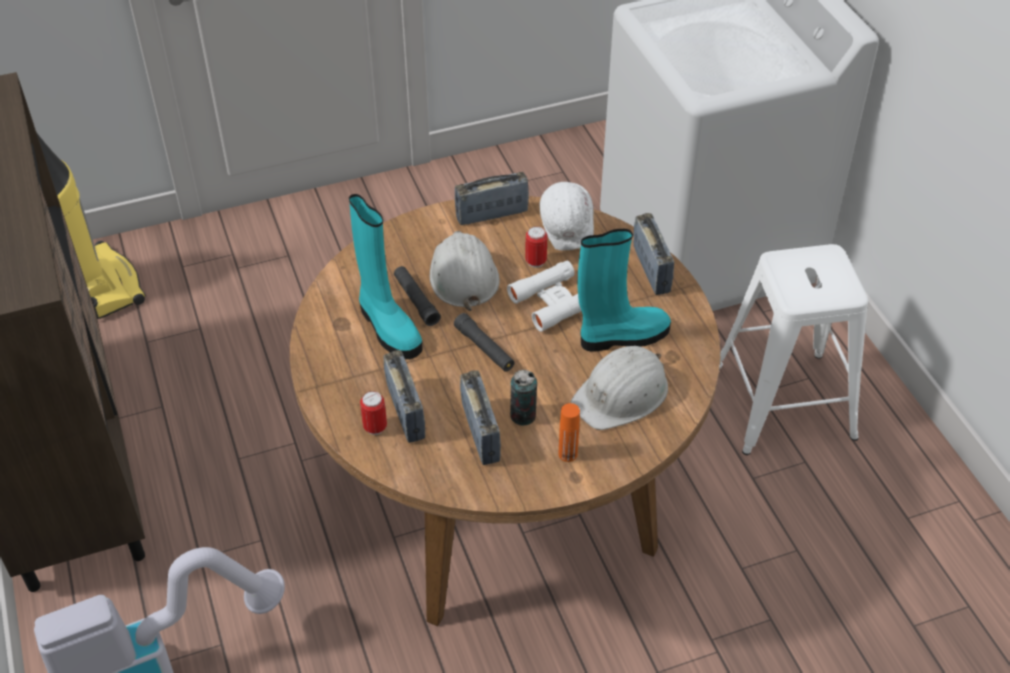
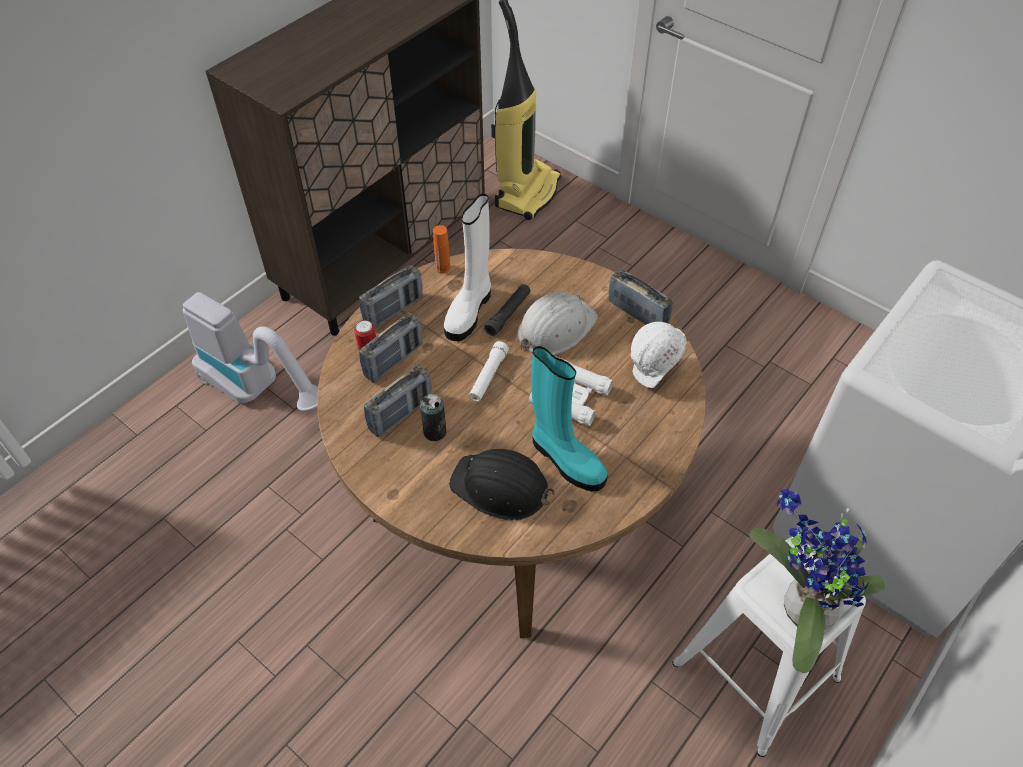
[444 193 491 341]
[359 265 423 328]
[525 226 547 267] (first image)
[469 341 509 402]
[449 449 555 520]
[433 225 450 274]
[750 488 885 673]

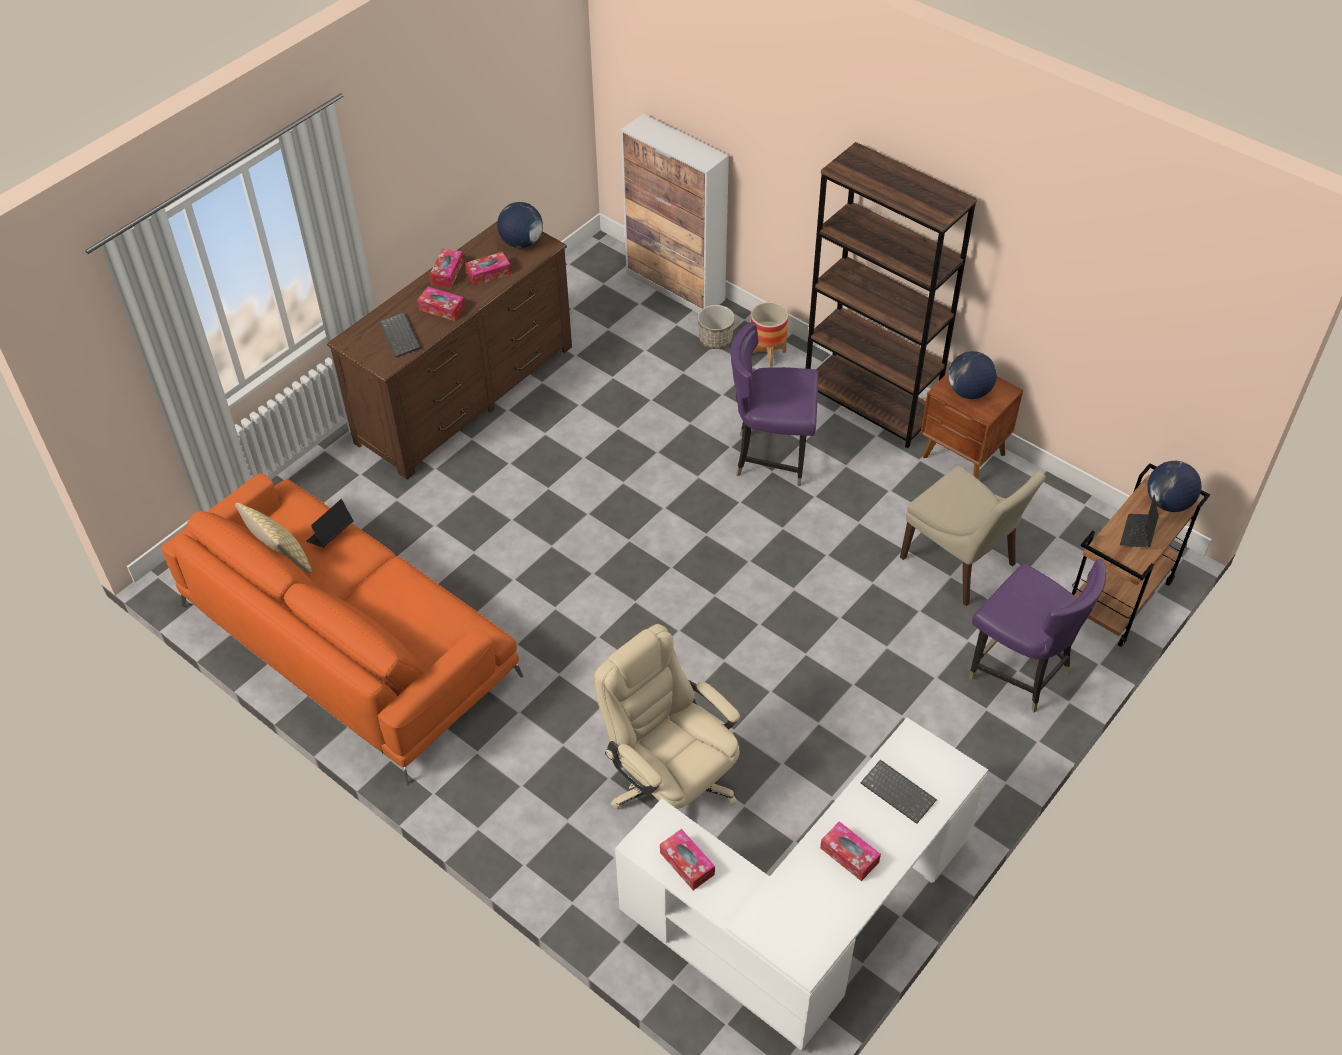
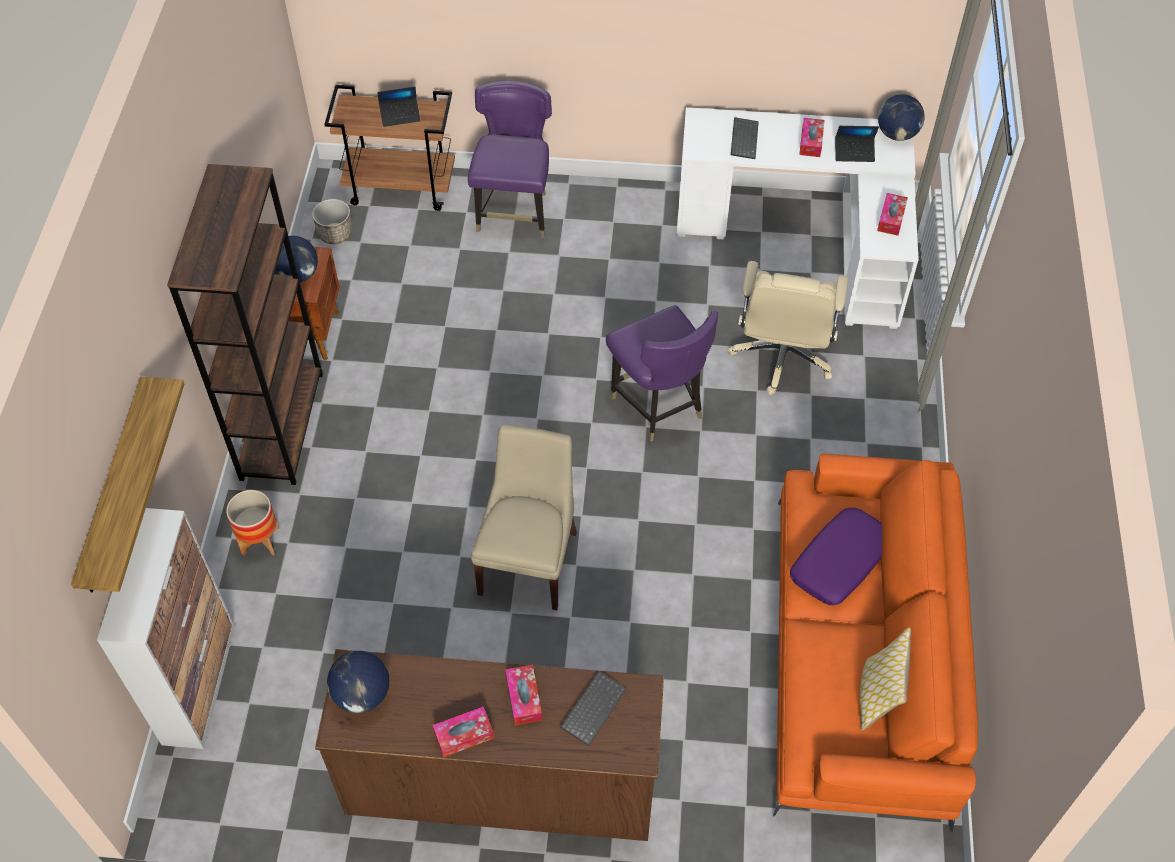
[465 252 511 286] (first image)
[312 199 352 244]
[606 305 718 441]
[878 94 925 141]
[471 424 577 610]
[835 126 879 162]
[71 377 184 592]
[790 508 882 605]

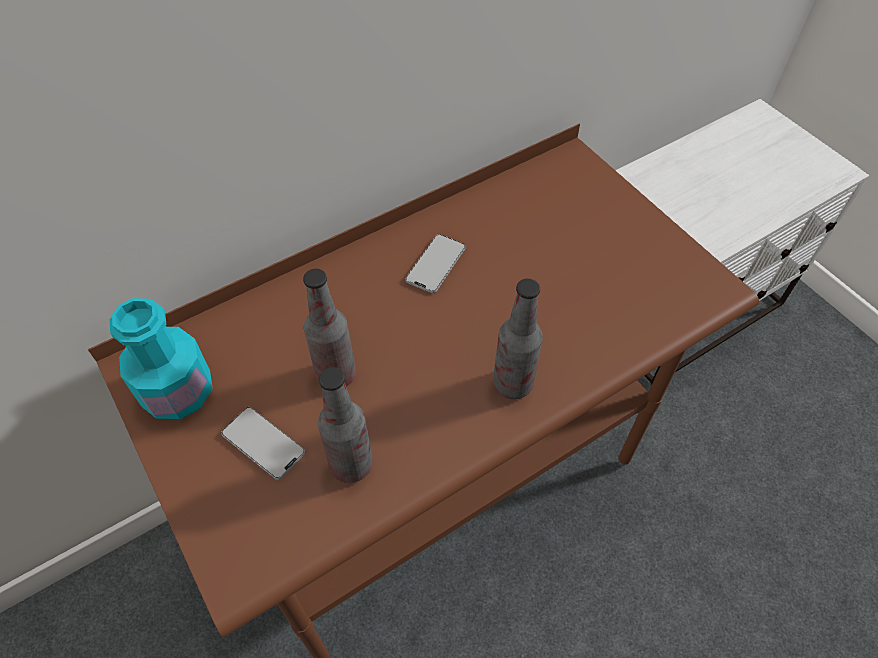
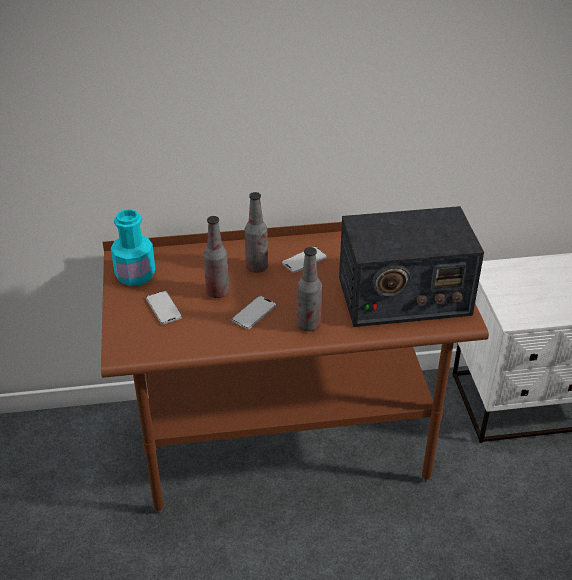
[245 192 268 273]
[339 206 484 327]
[232 296 276 329]

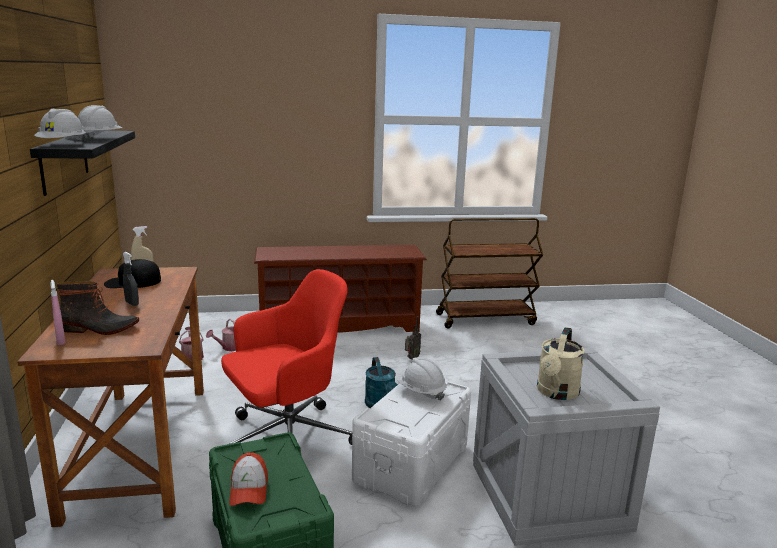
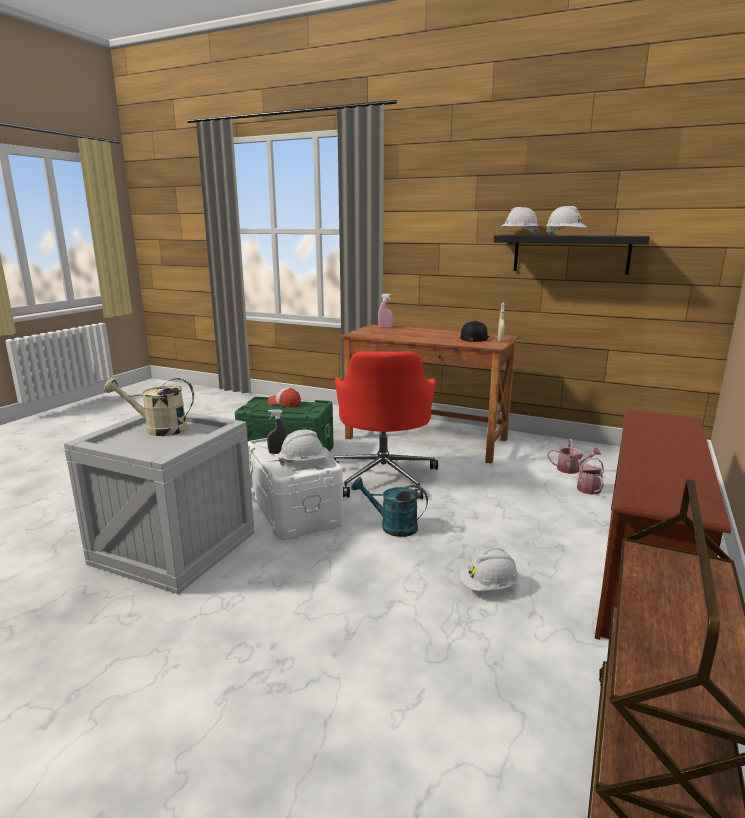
[267 409 288 454]
[57 281 139 335] (first image)
[460 547 519 591]
[104 377 194 436]

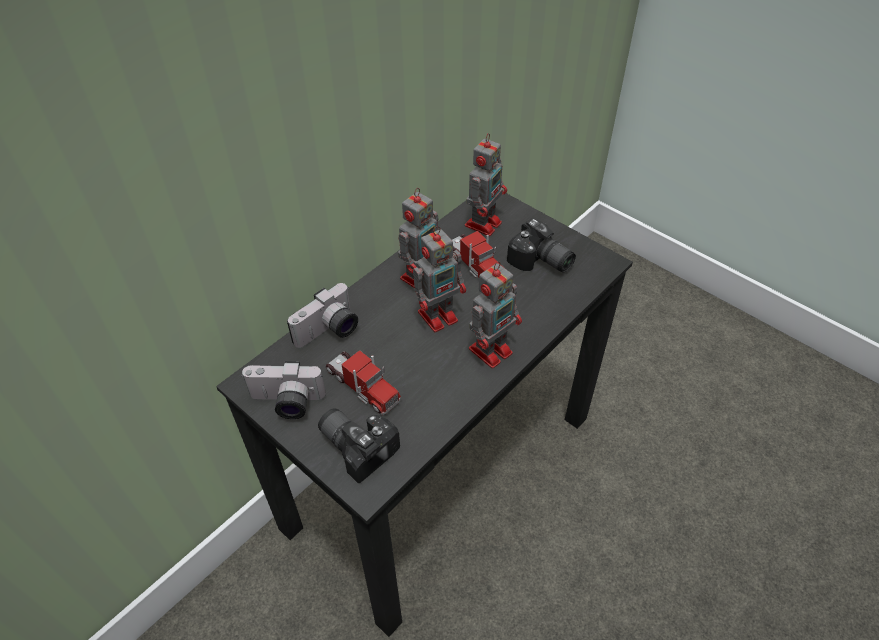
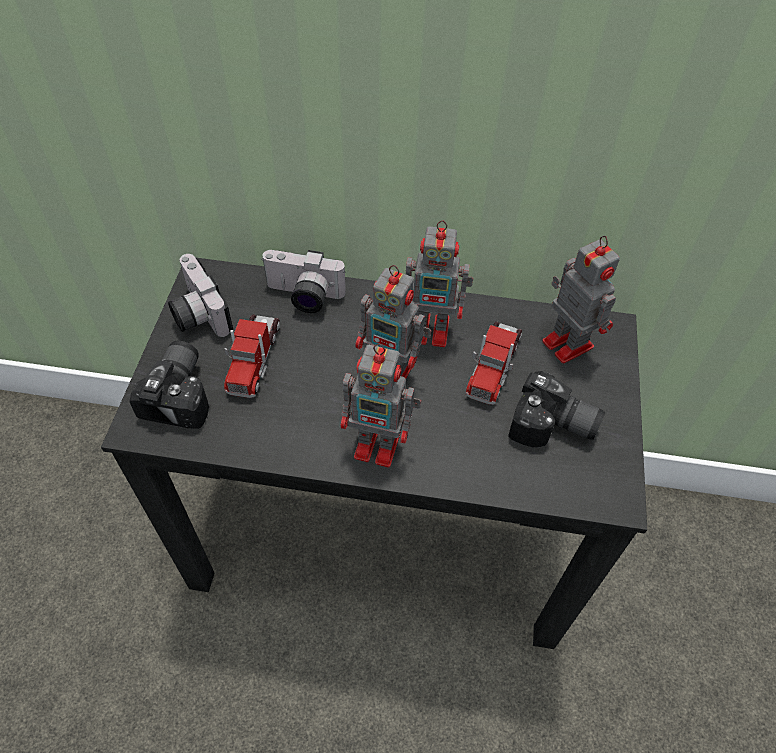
[542 236 620 364]
[508 371 606 448]

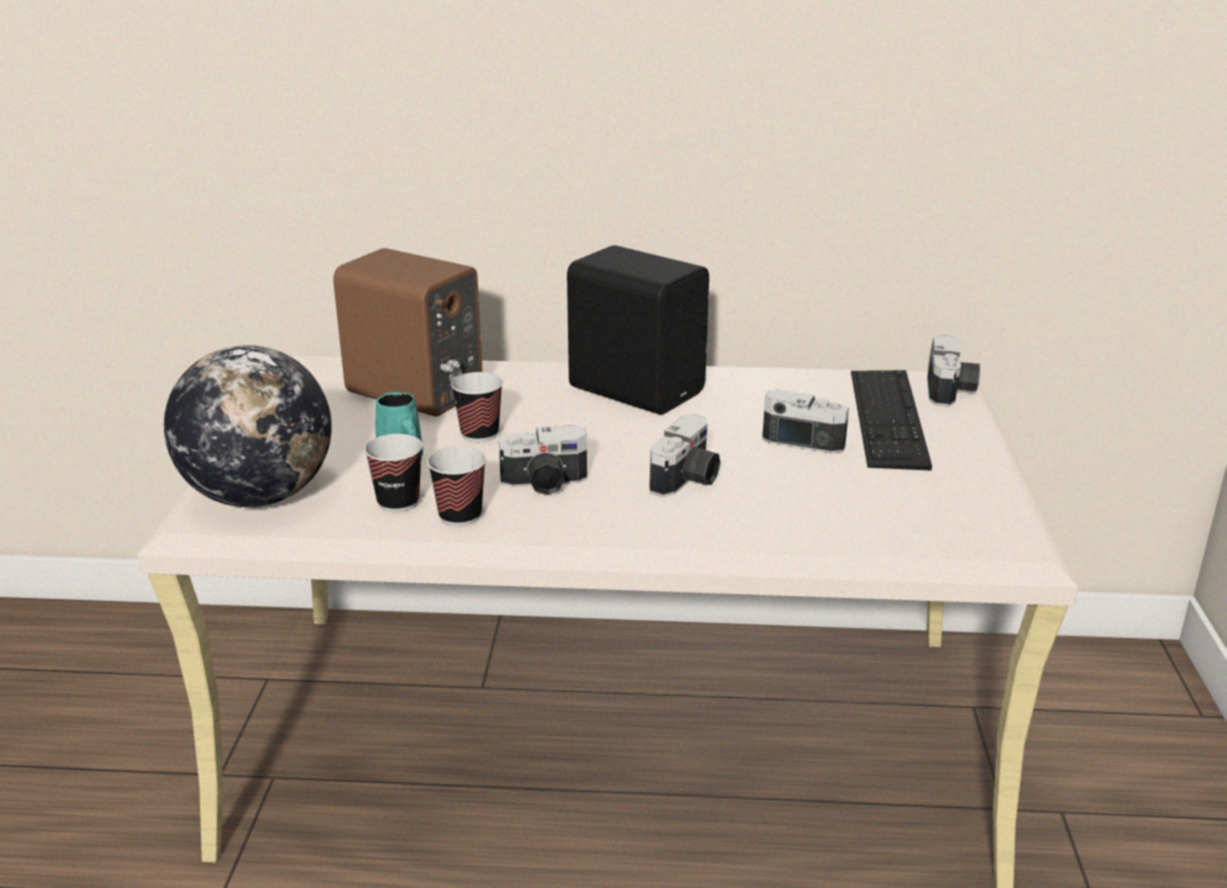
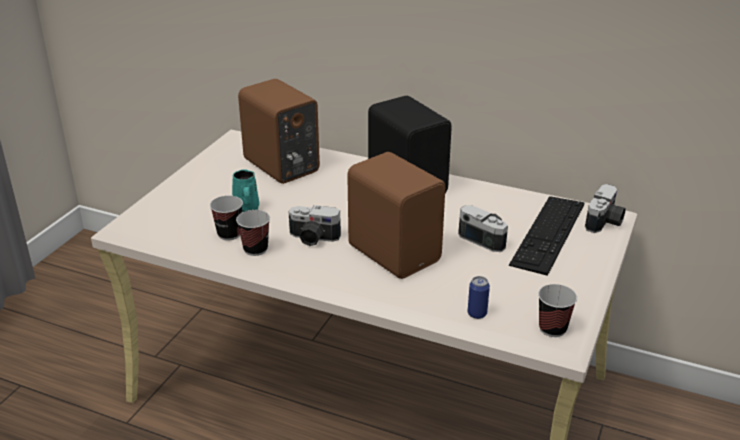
[164 345 332 507] (first image)
[538 284 577 337]
[347 152 445 279]
[468 276 490 319]

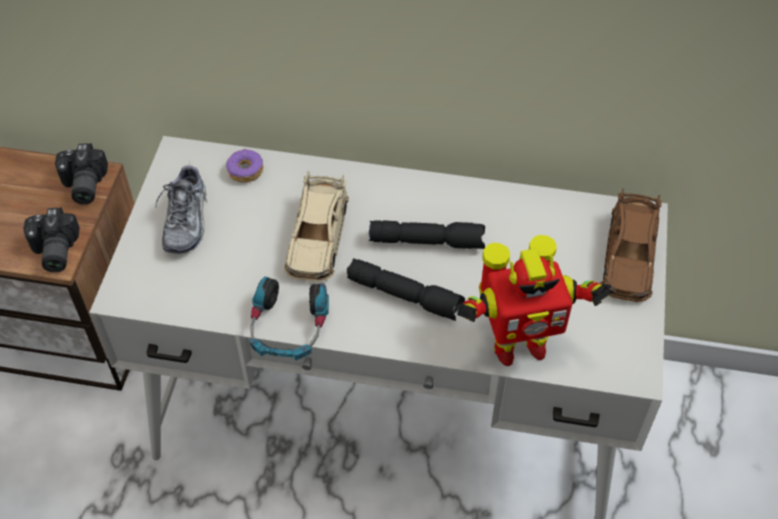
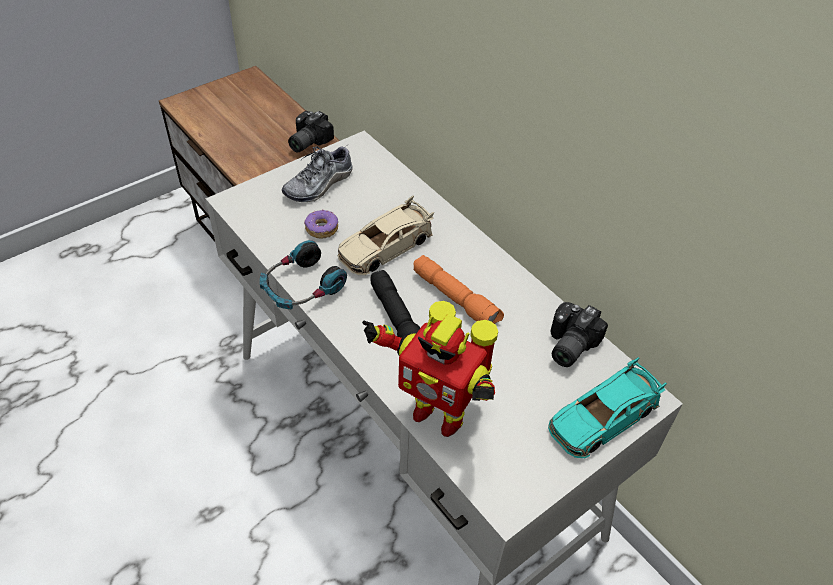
[304 209 338 238]
[548 357 667 458]
[551 302 608 367]
[413 255 504 324]

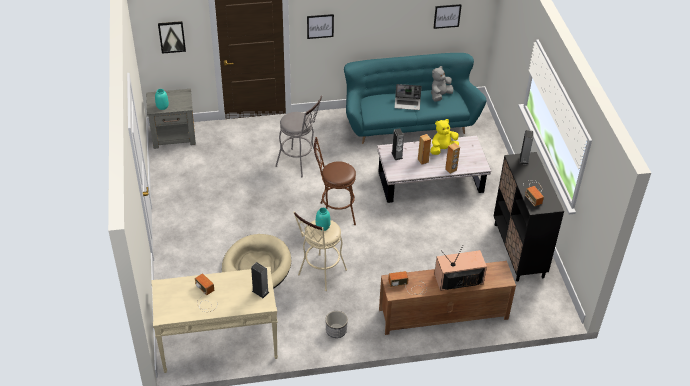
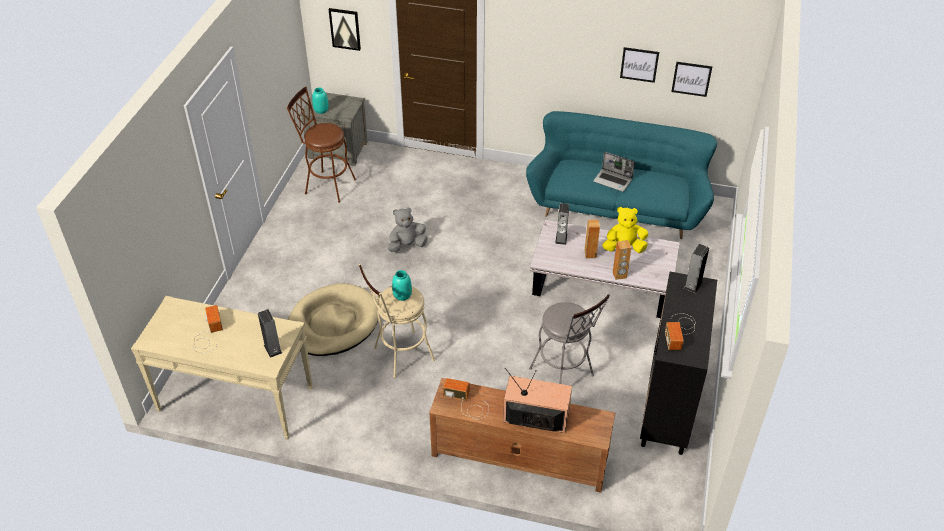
[620 47 659 83]
[387 207 427 252]
[529 294 610 384]
[287 87 356 203]
[326 311 348 338] (first image)

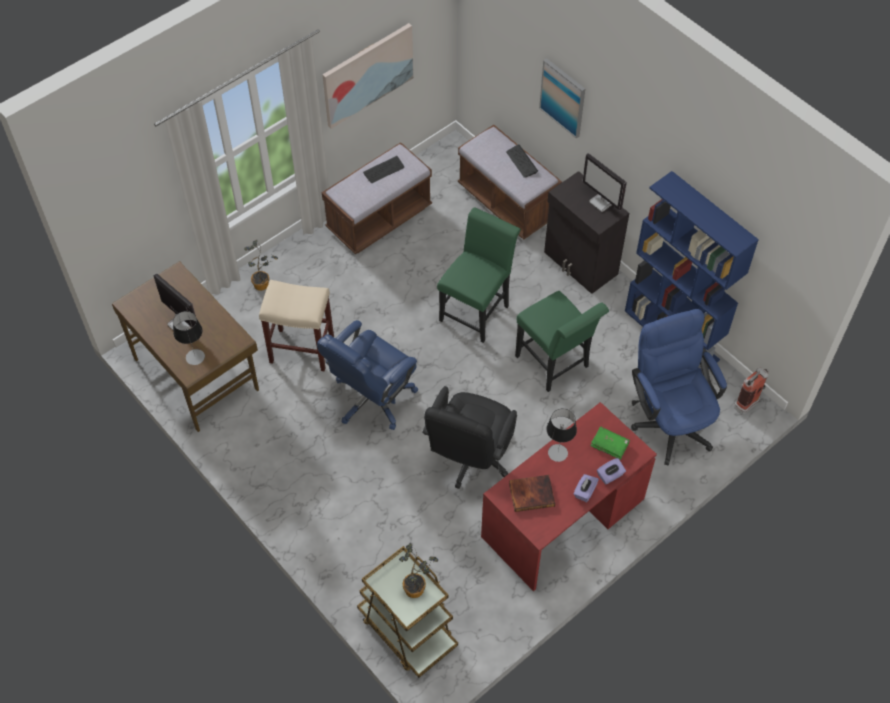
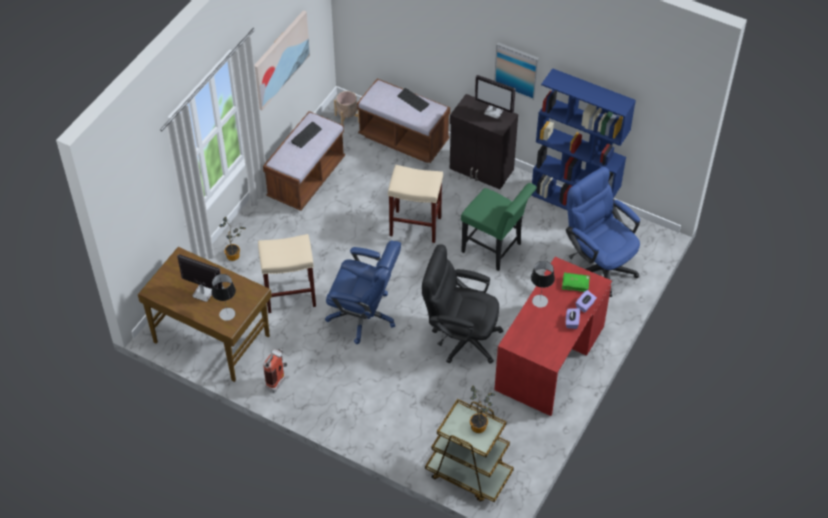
[494 42 539 100]
[388 165 443 243]
[325 240 401 344]
[263 349 287 393]
[422 244 504 364]
[509 475 555 512] (first image)
[334 91 359 125]

